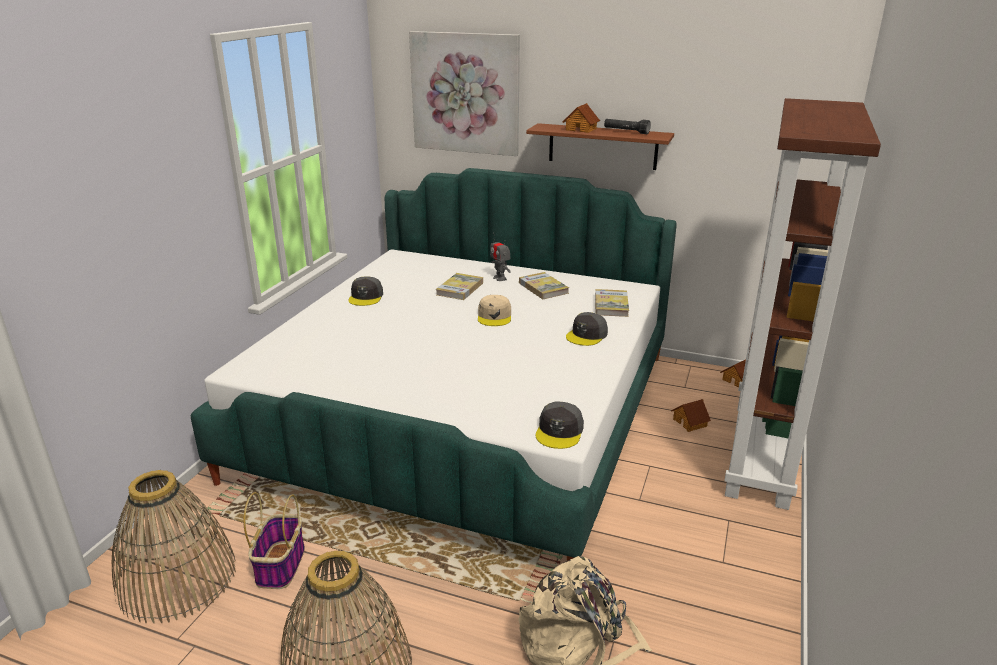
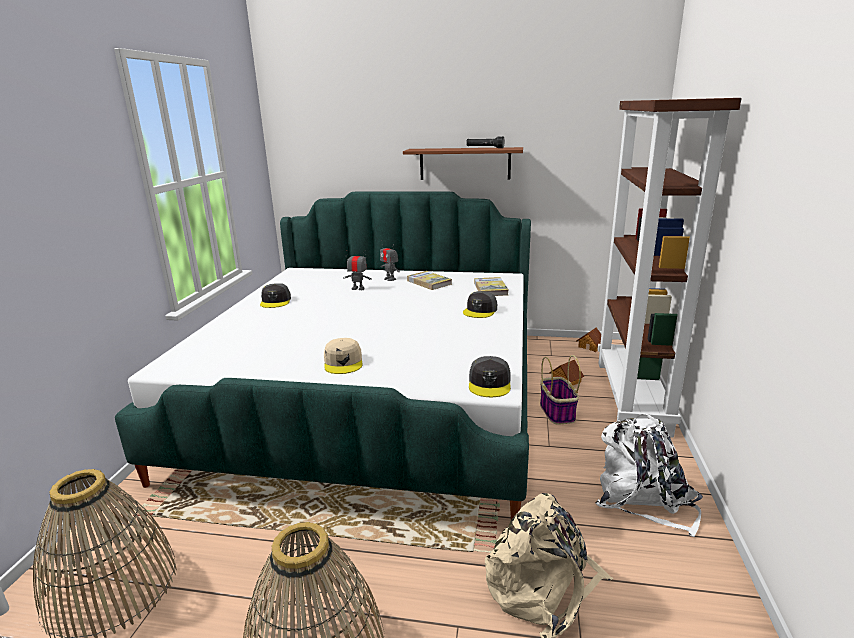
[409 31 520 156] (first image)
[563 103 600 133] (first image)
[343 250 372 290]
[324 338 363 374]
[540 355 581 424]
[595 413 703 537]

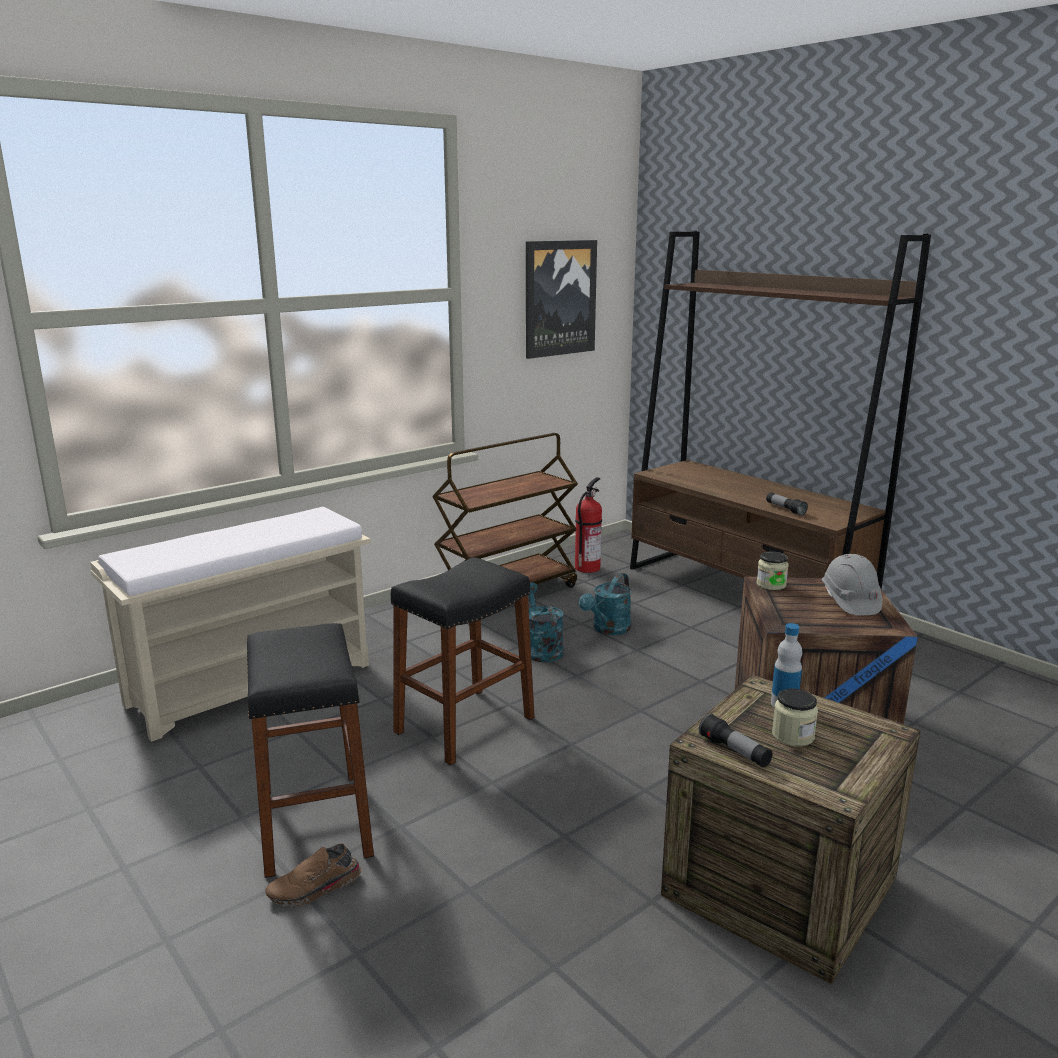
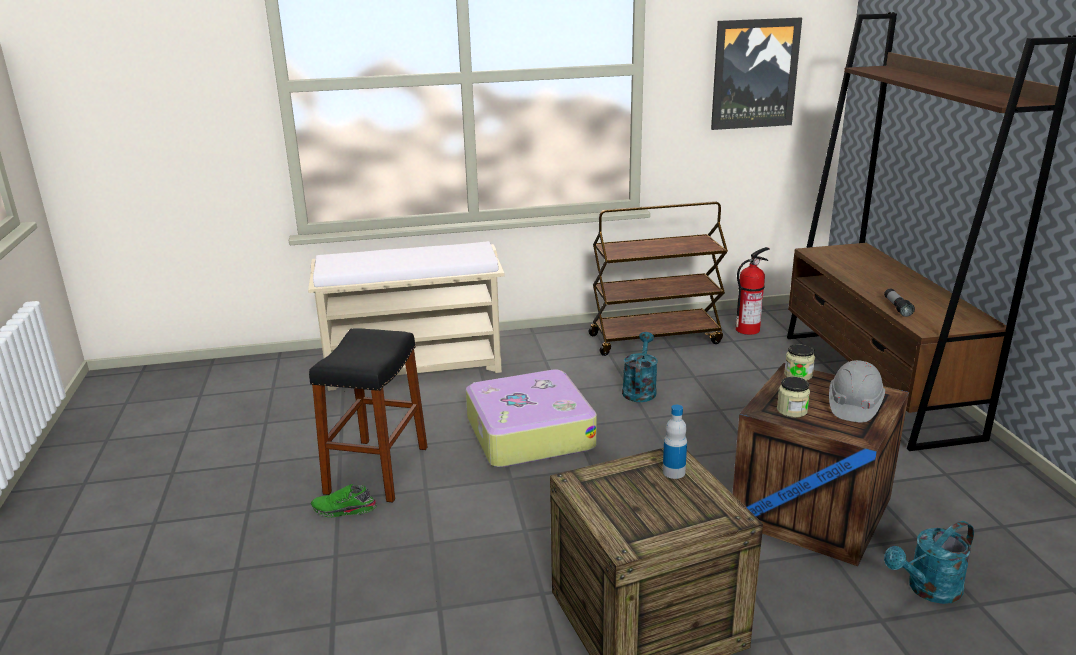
[466 369 597 468]
[884 521 974 604]
[777 377 810 418]
[699 713 773 767] (first image)
[311 484 377 518]

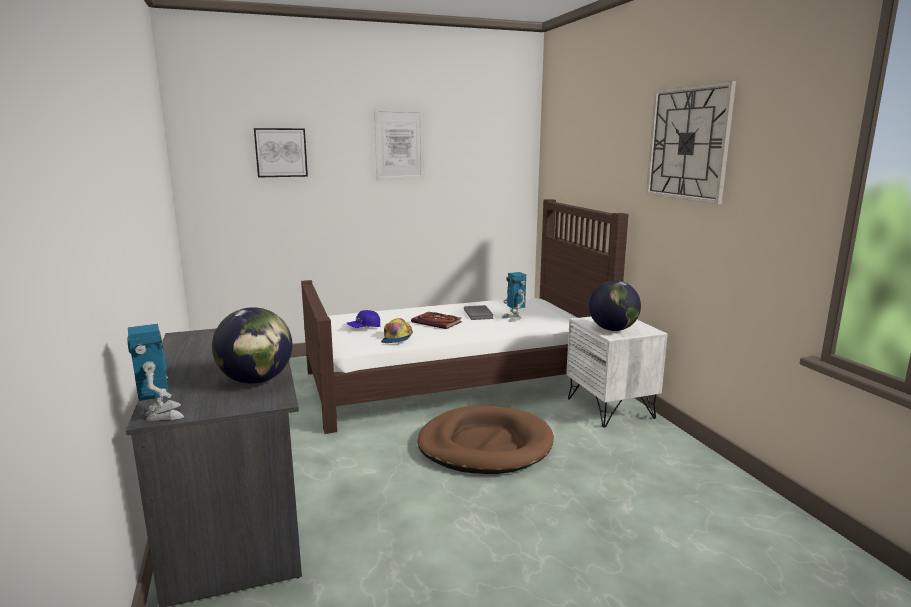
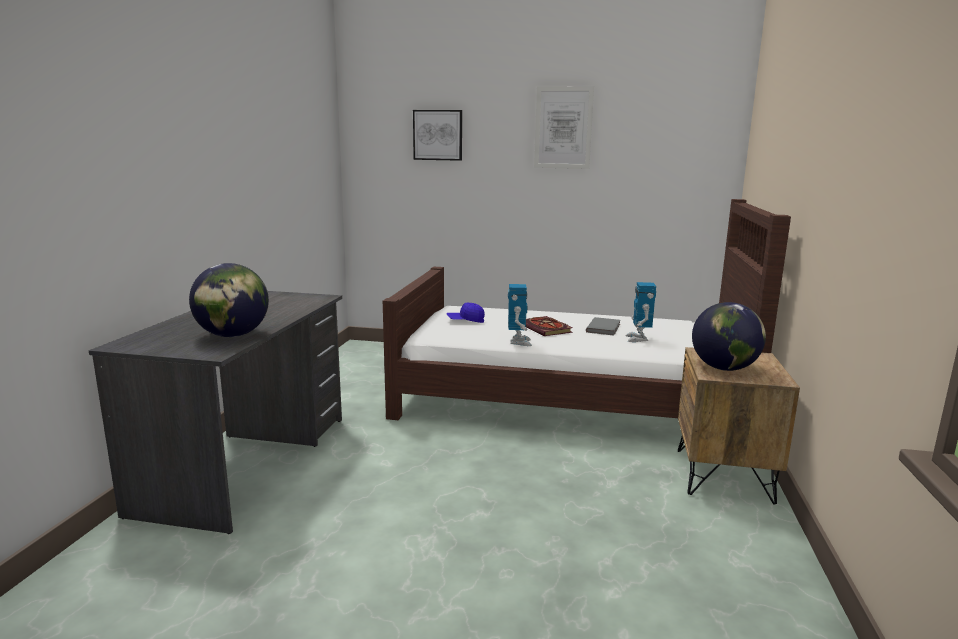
[646 81 736 204] (first image)
[678 347 800 504]
[381 318 413 343] (first image)
[508 284 532 346]
[417 405 554 474] (first image)

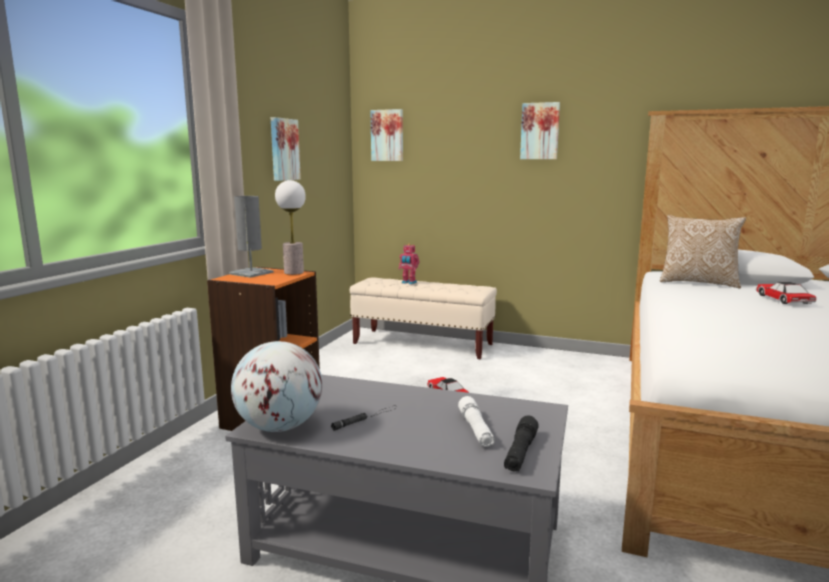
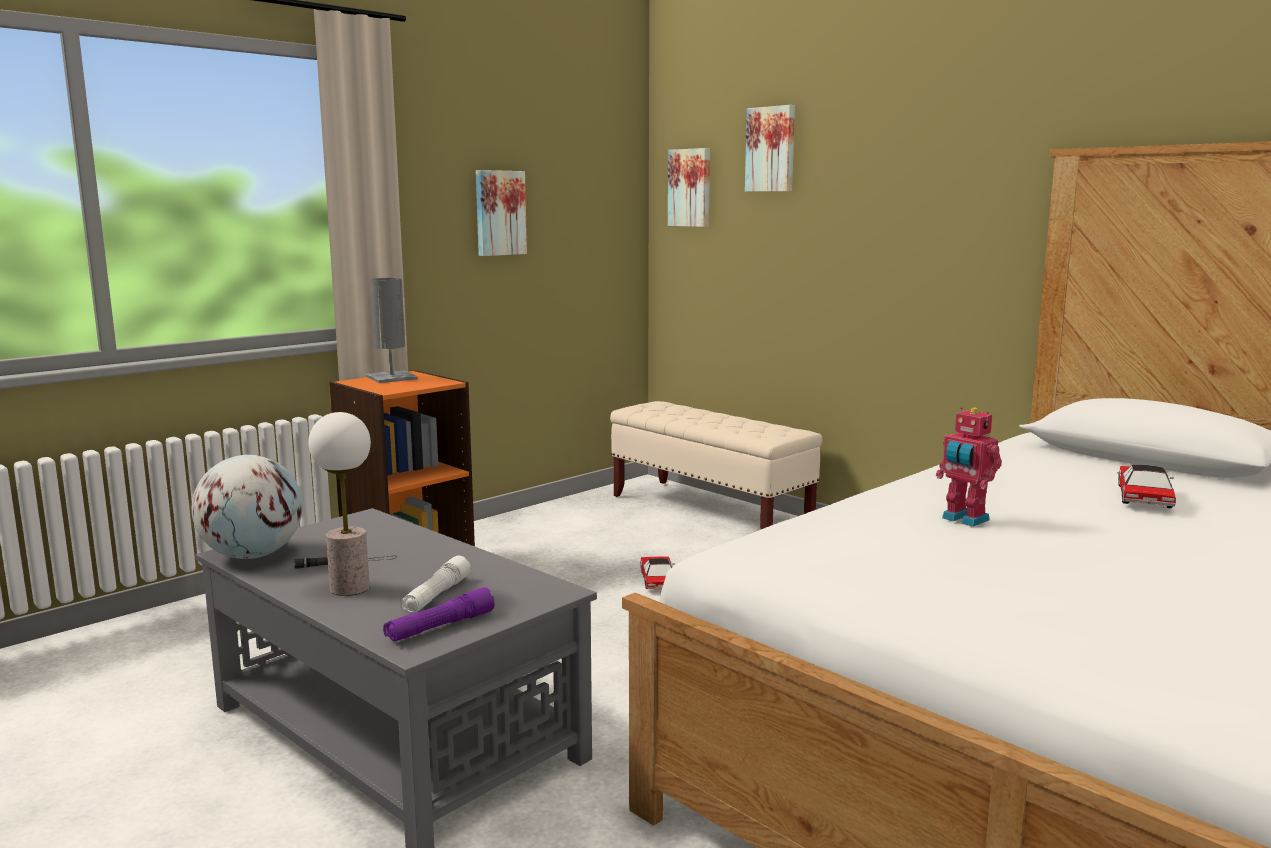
[745 105 795 192]
[309 412 371 596]
[660 215 746 288] (first image)
[936 407 1002 527]
[383 587 495 642]

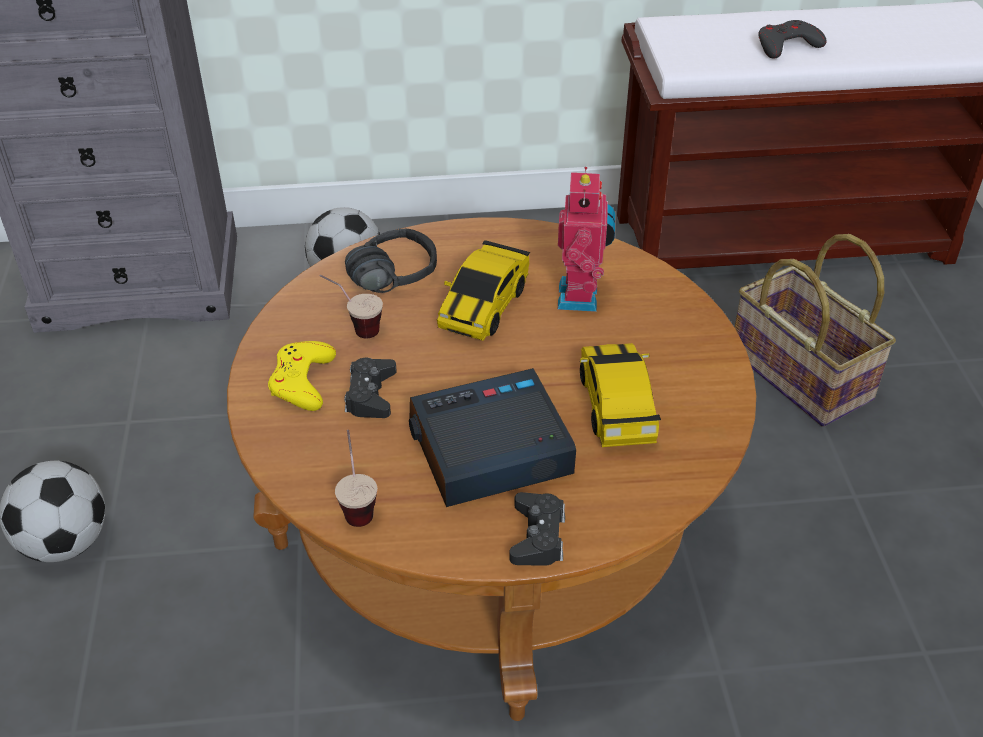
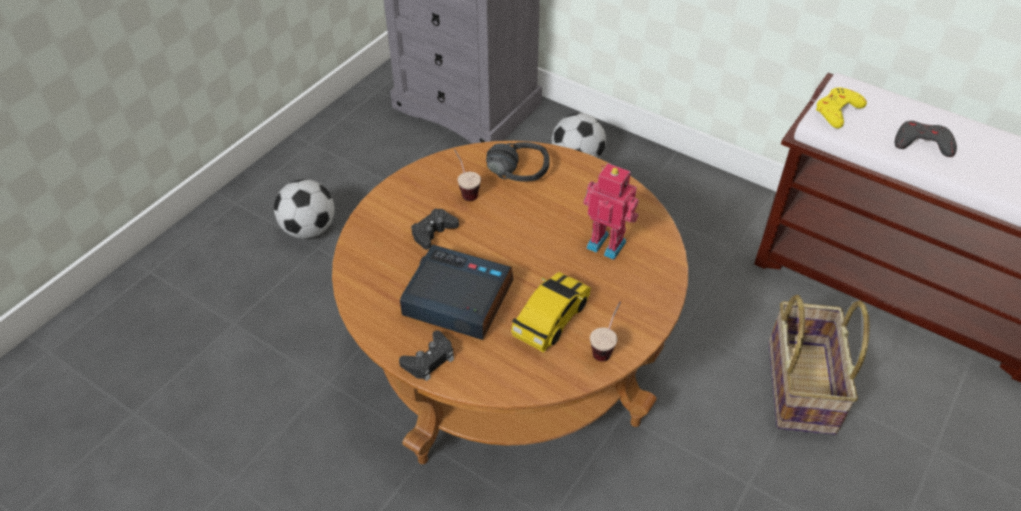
[584 163 639 260]
[437 240 530 341] (first image)
[816 87 867 128]
[590 301 621 361]

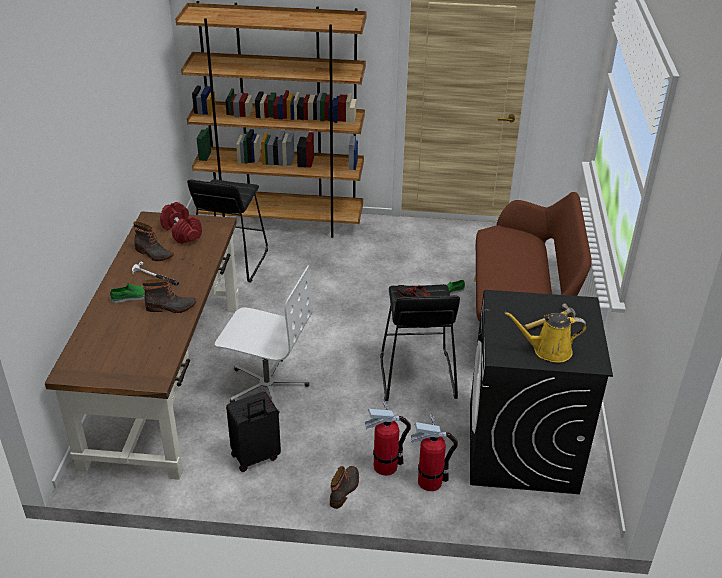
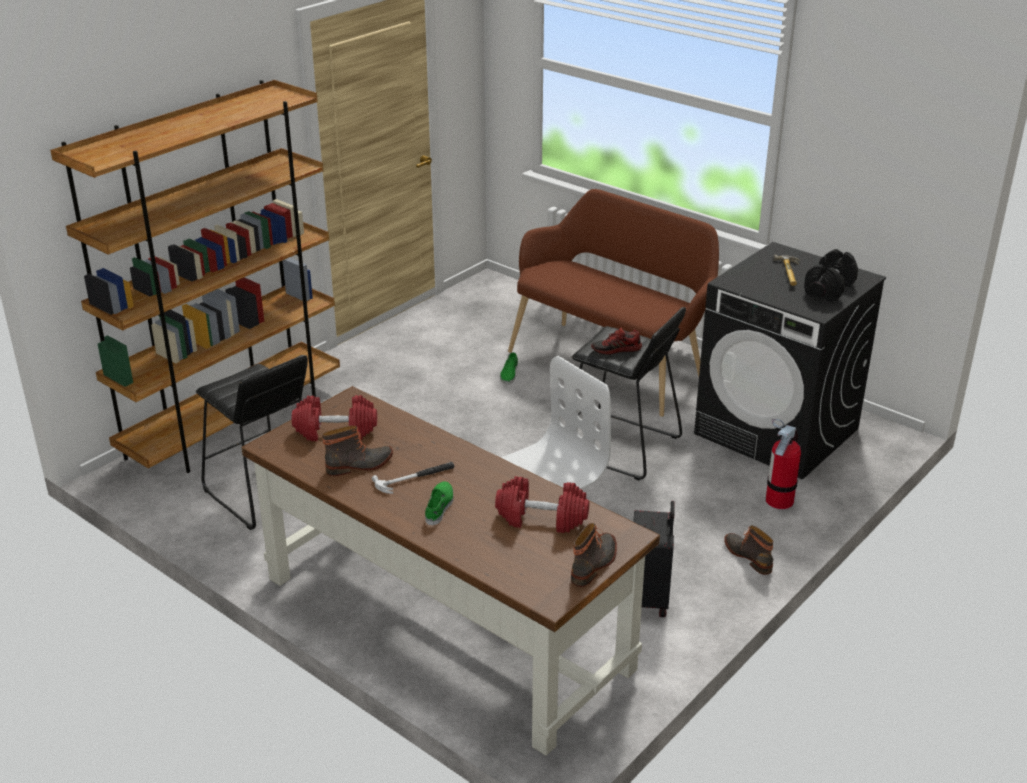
[571 523 617 587]
[804 249 858 302]
[365 399 411 476] (first image)
[495 476 589 533]

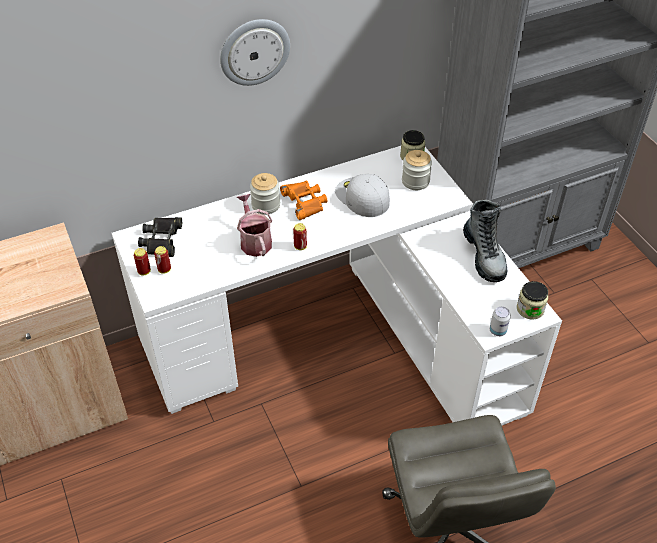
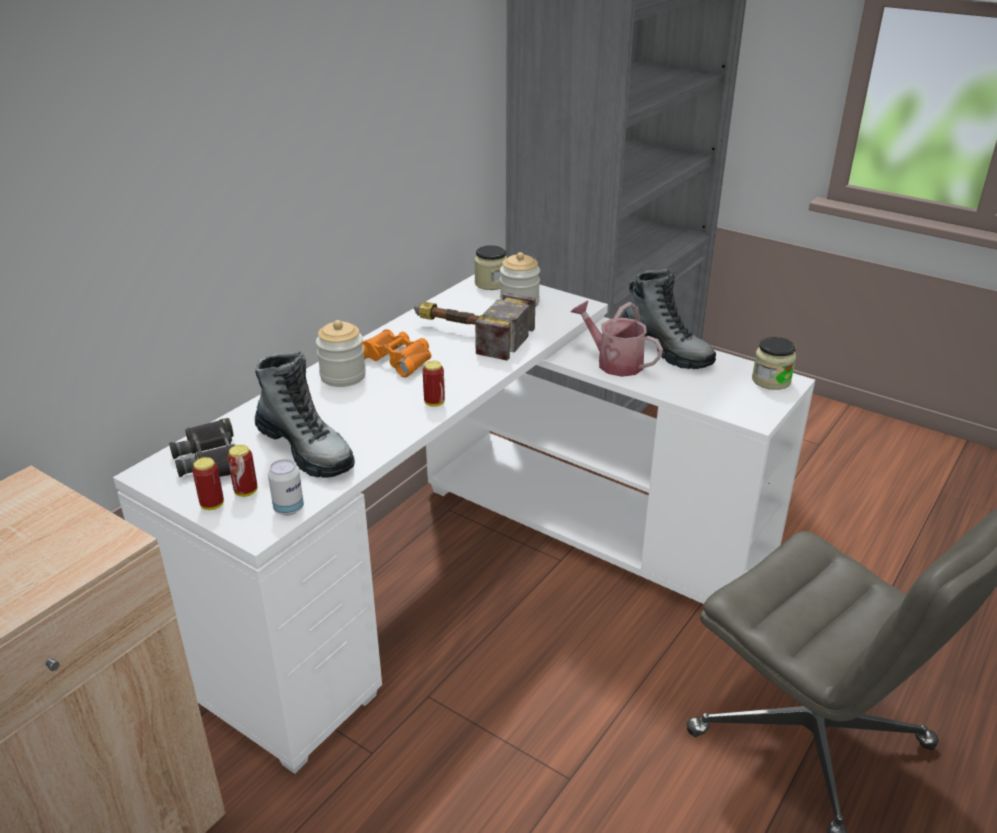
[220 19 290 86] (first image)
[414 292 536 361]
[571 301 663 377]
[268 459 304 515]
[255 351 355 478]

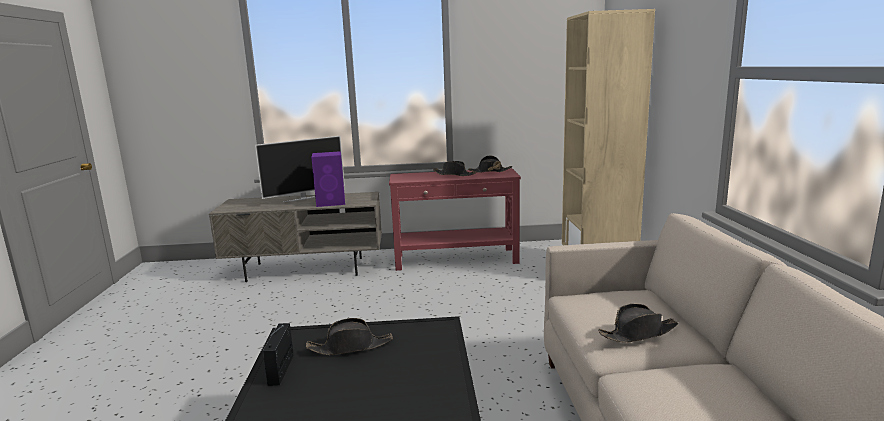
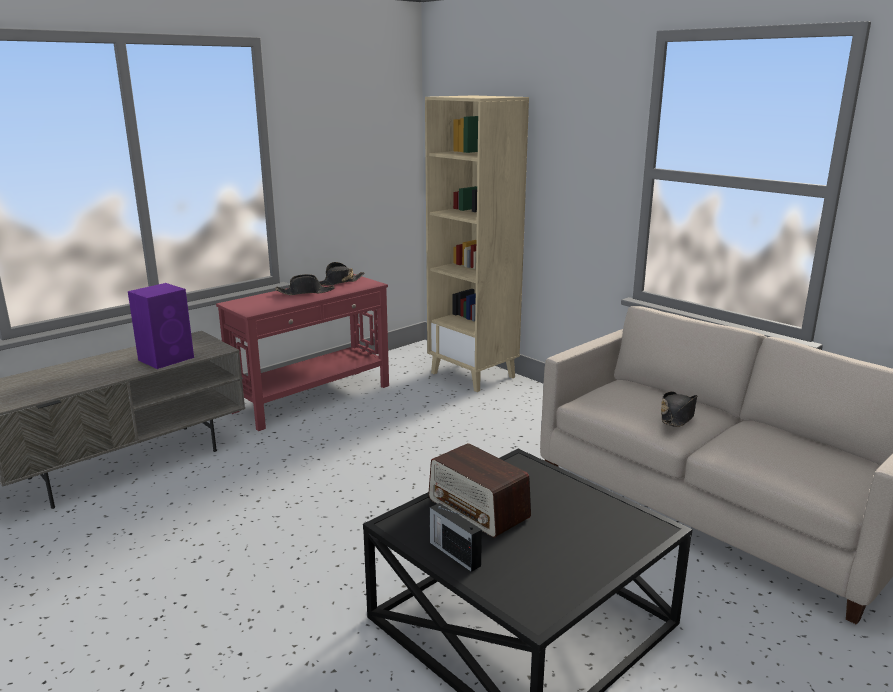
[255 136 345 202] (first image)
[428 443 531 538]

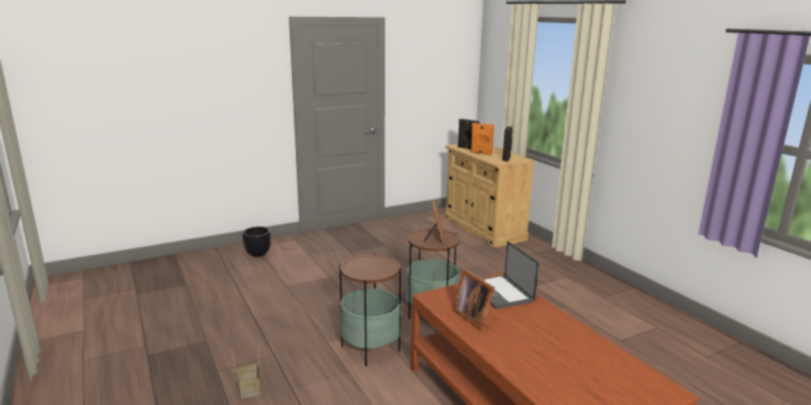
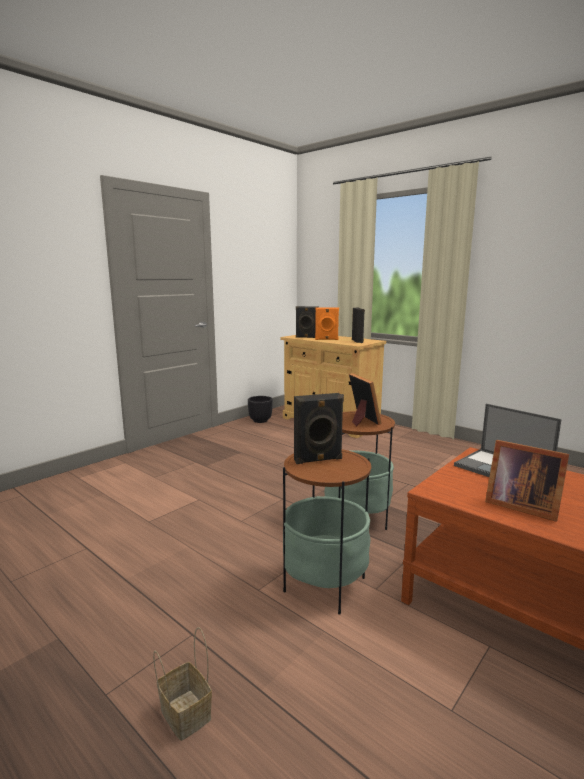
[248 396 273 423]
[294 393 344 464]

